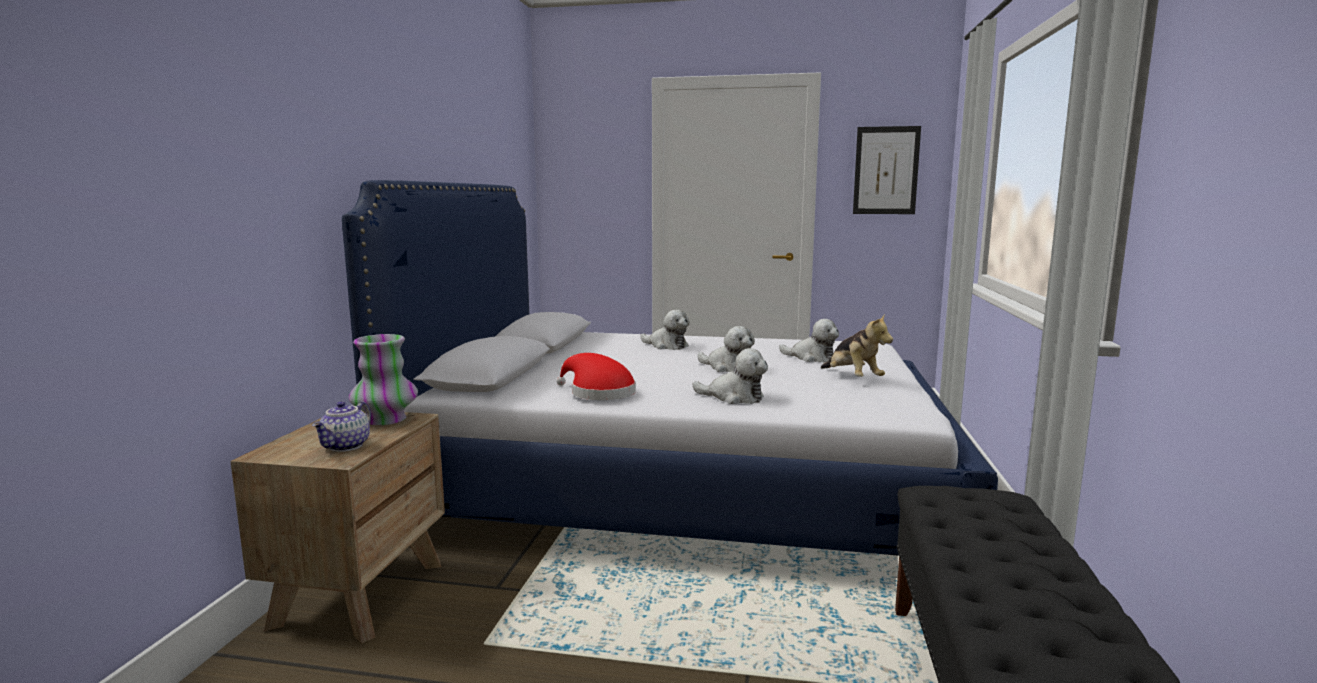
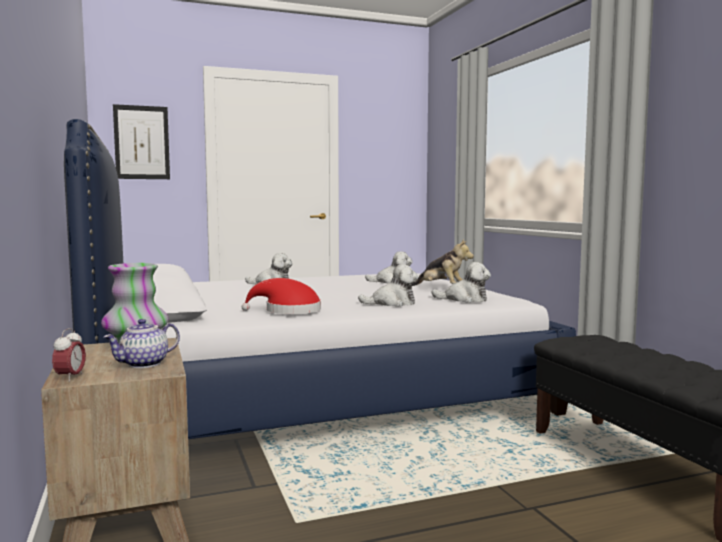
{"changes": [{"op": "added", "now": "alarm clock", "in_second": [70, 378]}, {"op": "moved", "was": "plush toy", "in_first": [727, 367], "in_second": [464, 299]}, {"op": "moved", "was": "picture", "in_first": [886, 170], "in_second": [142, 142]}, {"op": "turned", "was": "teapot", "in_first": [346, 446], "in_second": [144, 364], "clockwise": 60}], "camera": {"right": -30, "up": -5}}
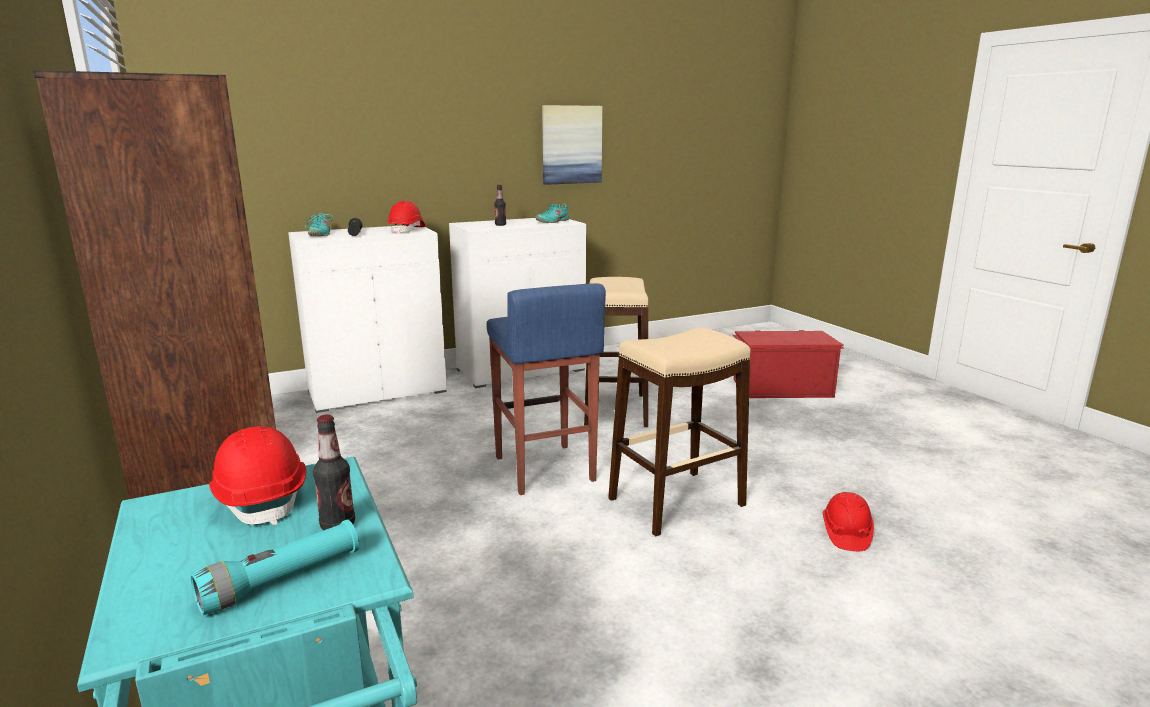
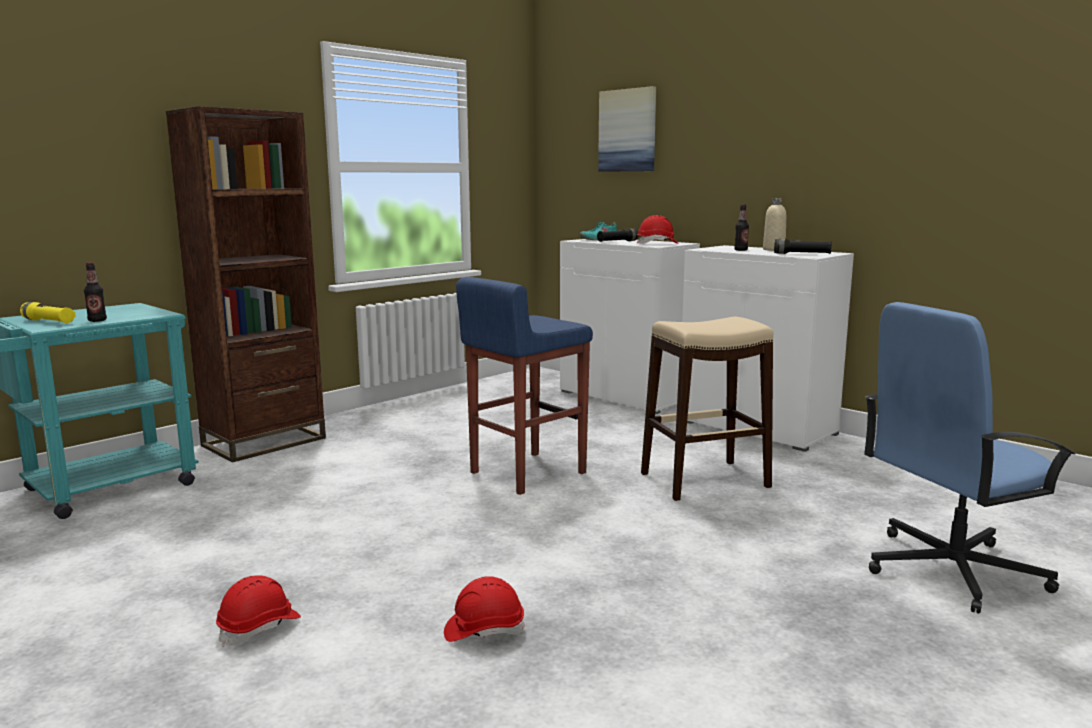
{"changes": [{"op": "removed", "was": "beige stool", "in_first": [676, 501]}, {"op": "added", "now": "beige bottle", "in_second": [773, 249]}, {"op": "moved", "was": "red hard hat", "in_first": [262, 498], "in_second": [260, 627]}, {"op": "moved", "was": "picture", "in_first": [571, 145], "in_second": [628, 130]}, {"op": "replaced", "was": "turquoise shoe", "now": "black flashlight", "in_first": [552, 221], "in_second": [802, 254]}, {"op": "replaced", "was": "red storage box", "now": "blue office chair", "in_first": [781, 387], "in_second": [950, 570]}, {"op": "recoloured", "was": "turquoise flashlight", "now": "yellow flashlight", "in_first": [282, 581], "in_second": [48, 322]}], "camera": {"right": 70, "up": -5}}
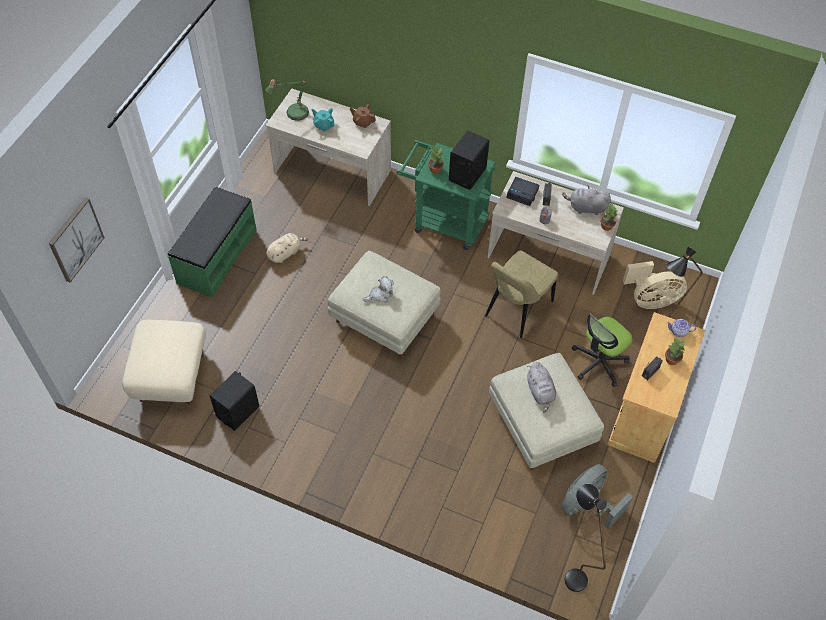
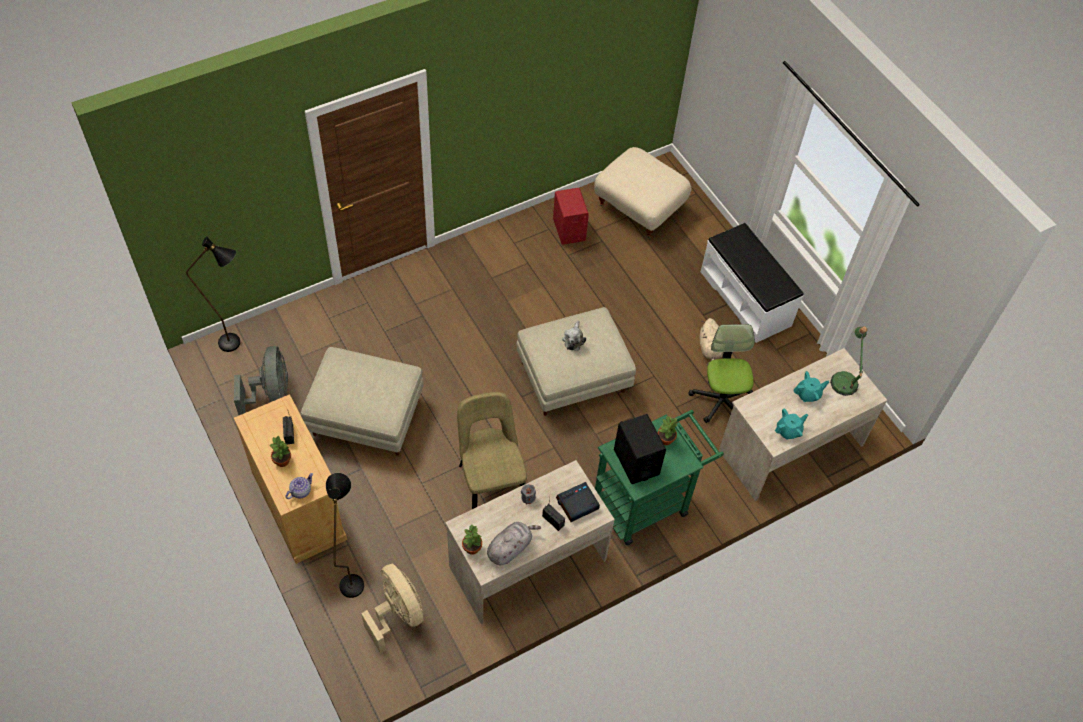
{"changes": [{"op": "removed", "was": "picture", "in_first": [75, 239]}, {"op": "removed", "was": "grey plush toy", "in_first": [540, 392]}, {"op": "moved", "was": "office chair", "in_first": [599, 363], "in_second": [721, 400]}, {"op": "recoloured", "was": "green bench", "now": "white bench", "in_first": [216, 256], "in_second": [746, 298]}, {"op": "recoloured", "was": "black speaker", "now": "red speaker", "in_first": [238, 411], "in_second": [569, 230]}, {"op": "recoloured", "was": "brown teapot", "now": "turquoise teapot", "in_first": [363, 122], "in_second": [788, 431]}, {"op": "turned", "was": "beige fan", "in_first": [650, 300], "in_second": [397, 614], "clockwise": 120}], "camera": {"right": 125, "up": 0}}
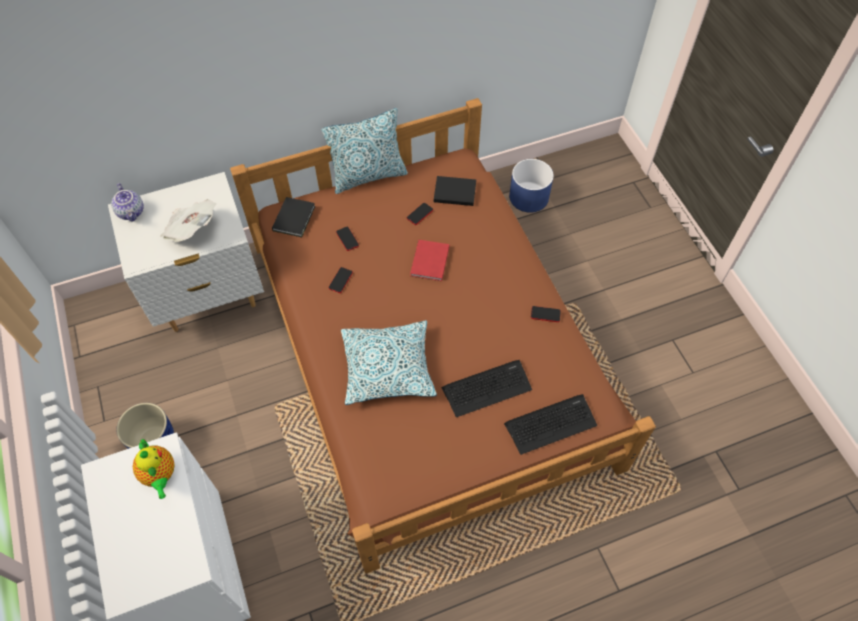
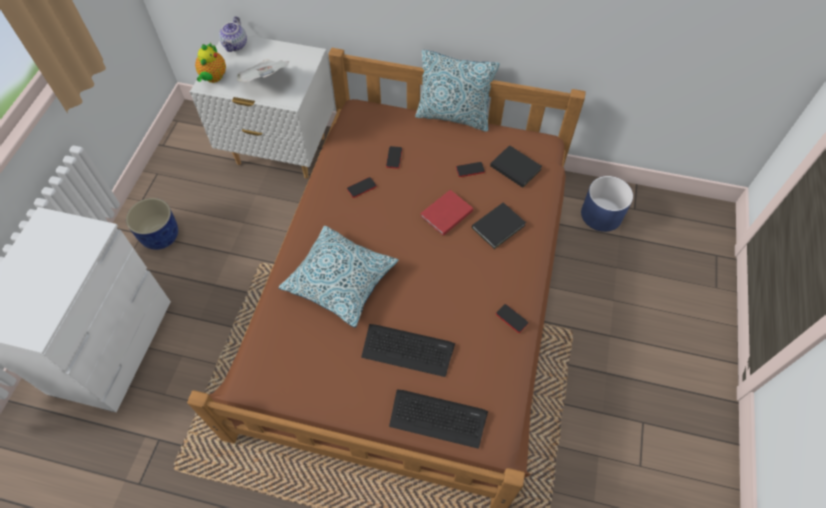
{"changes": [{"op": "moved", "was": "teapot", "in_first": [160, 475], "in_second": [213, 78]}, {"op": "moved", "was": "black book", "in_first": [295, 217], "in_second": [499, 226]}], "camera": {"right": 35, "up": 0}}
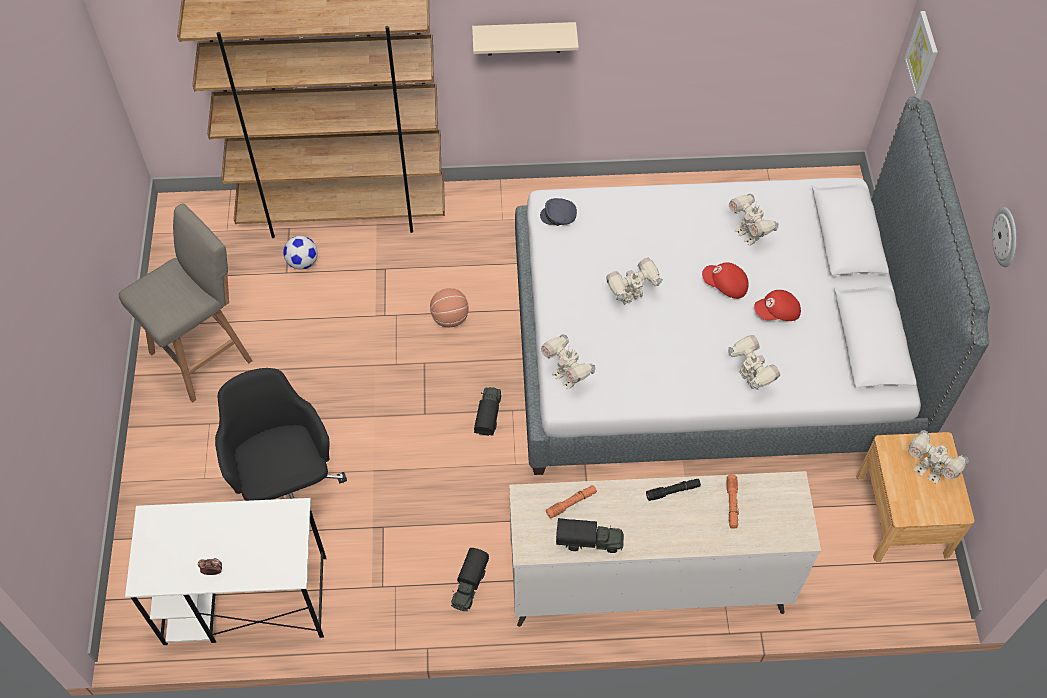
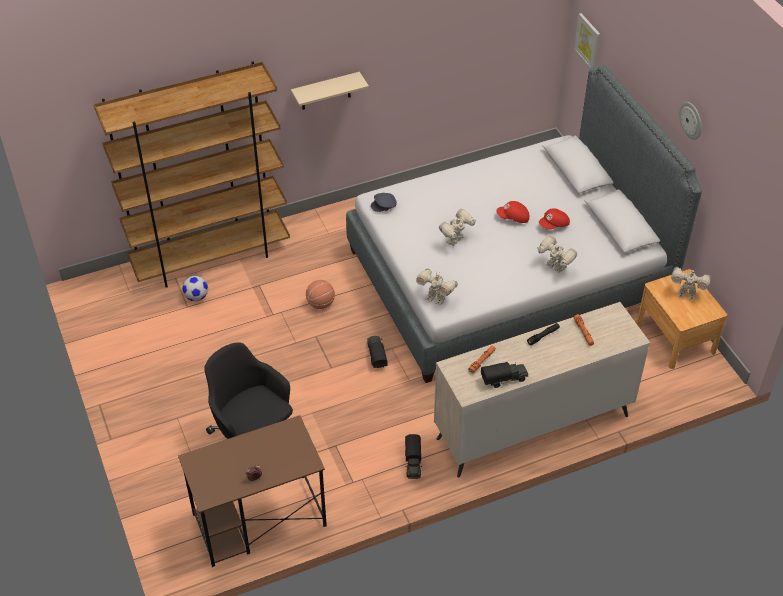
{"changes": [{"op": "removed", "was": "grey stool", "in_first": [204, 354]}, {"op": "removed", "was": "toy robot", "in_first": [748, 234]}, {"op": "recoloured", "was": "white desk", "now": "brown desk", "in_first": [244, 600], "in_second": [258, 521]}], "camera": {"right": -20, "up": -10}}
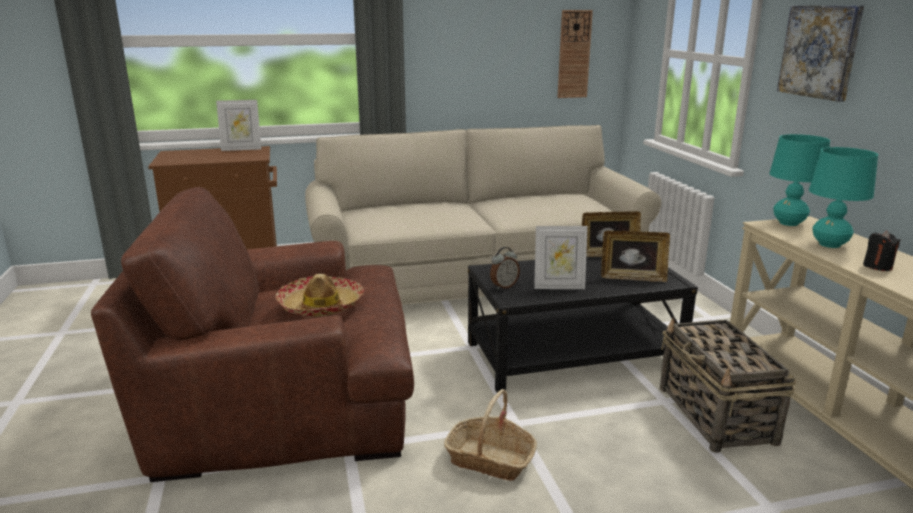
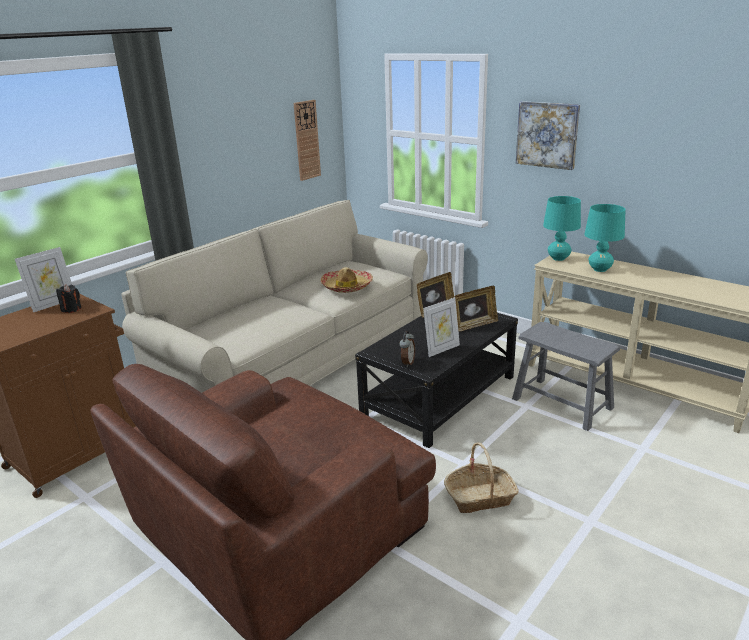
{"changes": [{"op": "moved", "was": "hat", "in_first": [321, 306], "in_second": [347, 287]}, {"op": "moved", "was": "black candle", "in_first": [877, 266], "in_second": [71, 309]}, {"op": "replaced", "was": "basket", "now": "grey stool", "in_first": [716, 415], "in_second": [562, 403]}], "camera": {"right": -35, "up": 5}}
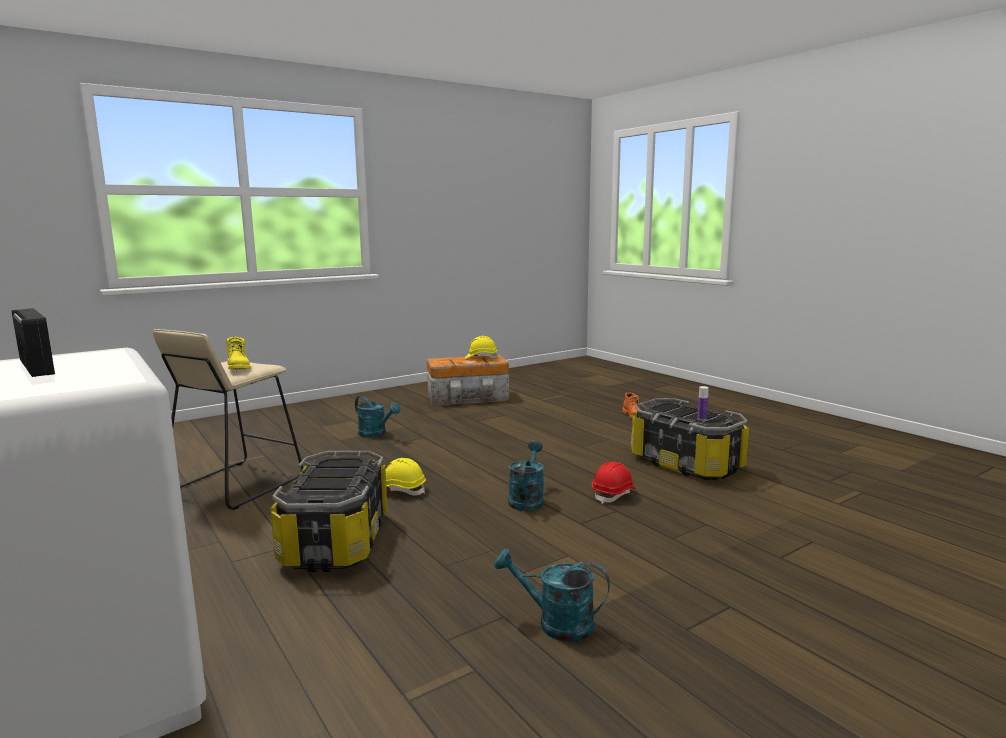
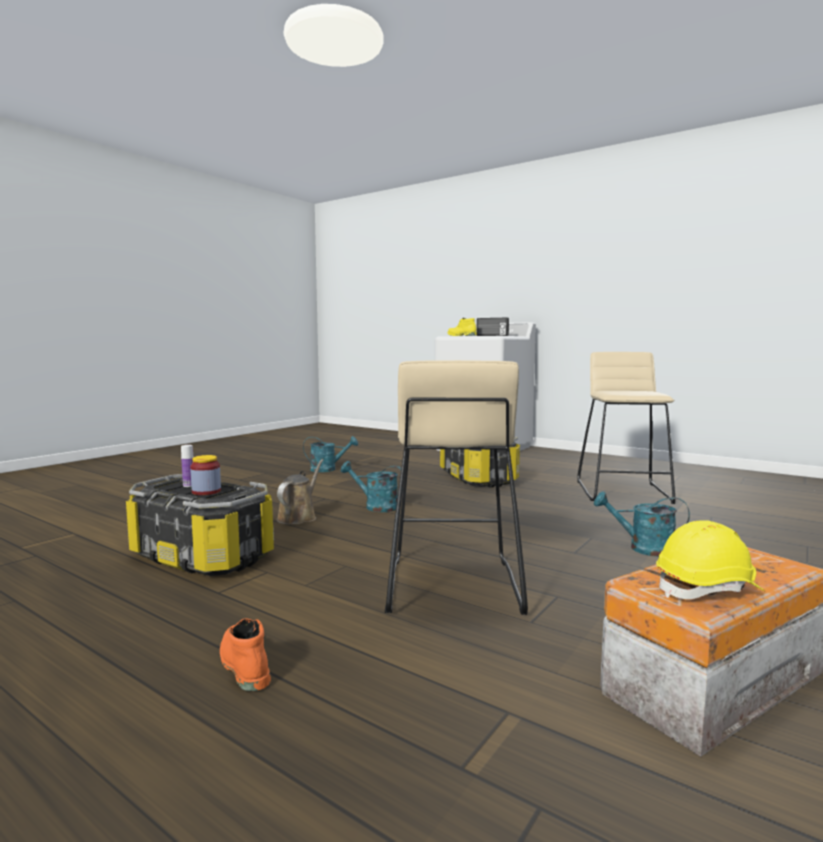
{"changes": [{"op": "removed", "was": "yellow hard hat", "in_first": [402, 490]}, {"op": "added", "now": "jar", "in_second": [206, 491]}, {"op": "added", "now": "beige stool", "in_second": [451, 585]}, {"op": "moved", "was": "yellow boot", "in_first": [239, 367], "in_second": [461, 336]}, {"op": "replaced", "was": "red hard hat", "now": "brown watering can", "in_first": [614, 494], "in_second": [299, 517]}, {"op": "turned", "was": "turquoise watering can", "in_first": [527, 499], "in_second": [376, 506], "clockwise": 120}], "camera": {"right": 160, "up": -5}}
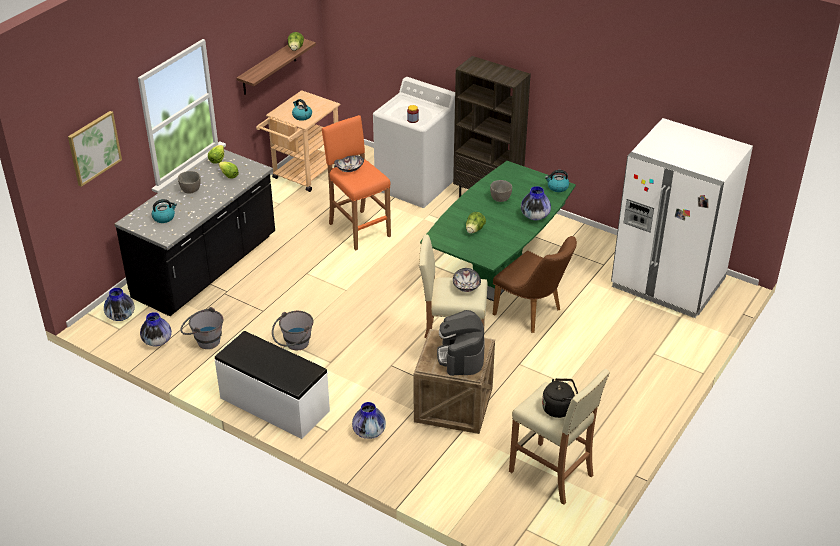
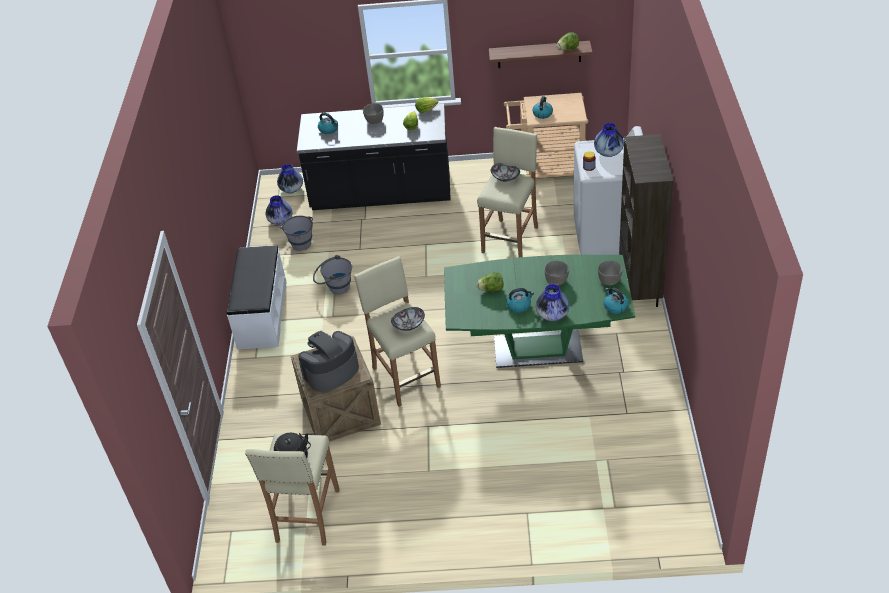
{"changes": [{"op": "removed", "was": "picture", "in_first": [94, 148]}, {"op": "removed", "was": "brown chair", "in_first": [532, 313]}, {"op": "removed", "was": "white fridge", "in_first": [668, 283]}, {"op": "added", "now": "kettle", "in_second": [519, 305]}, {"op": "added", "now": "grey bowl", "in_second": [610, 280]}, {"op": "moved", "was": "vase", "in_first": [369, 432], "in_second": [608, 152]}, {"op": "recoloured", "was": "orange stool", "now": "beige stool", "in_first": [359, 229], "in_second": [511, 239]}], "camera": {"right": 60, "up": 5}}
